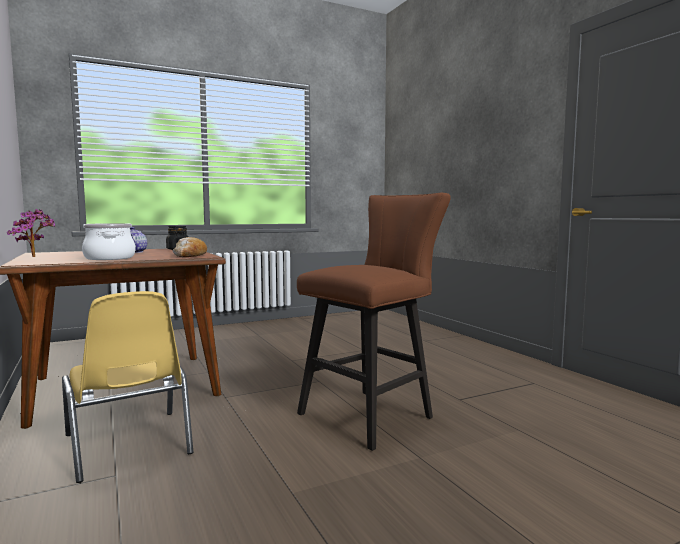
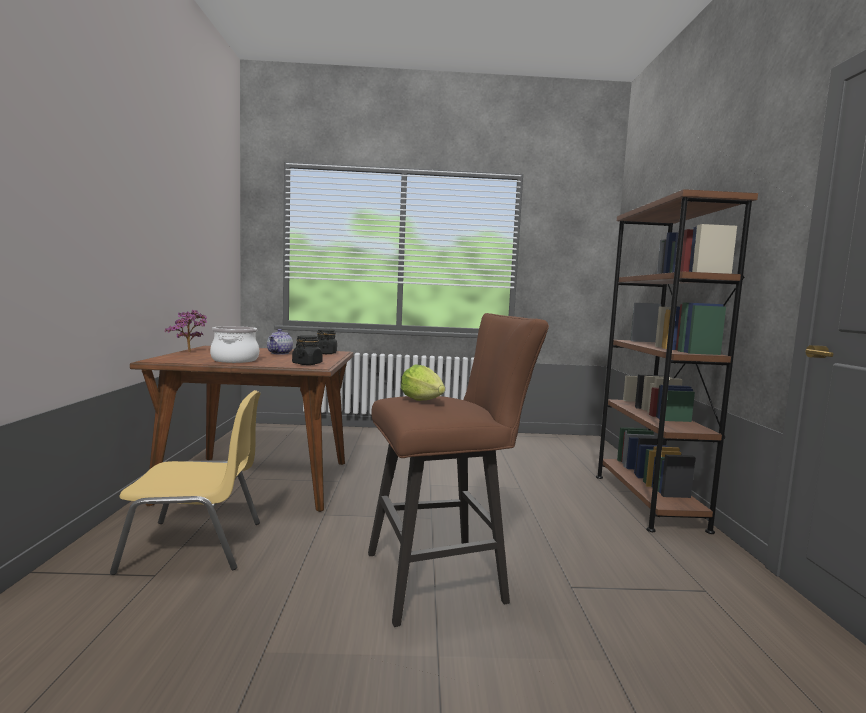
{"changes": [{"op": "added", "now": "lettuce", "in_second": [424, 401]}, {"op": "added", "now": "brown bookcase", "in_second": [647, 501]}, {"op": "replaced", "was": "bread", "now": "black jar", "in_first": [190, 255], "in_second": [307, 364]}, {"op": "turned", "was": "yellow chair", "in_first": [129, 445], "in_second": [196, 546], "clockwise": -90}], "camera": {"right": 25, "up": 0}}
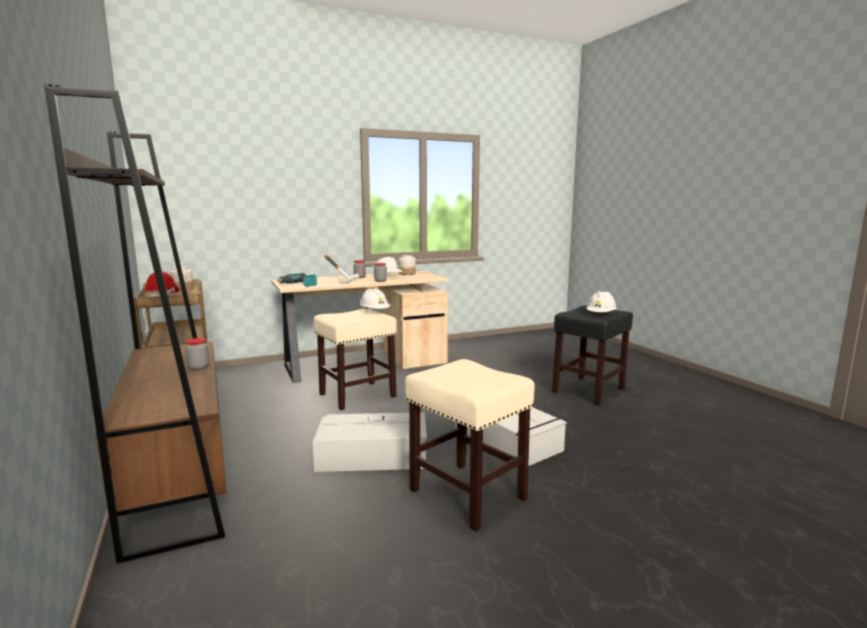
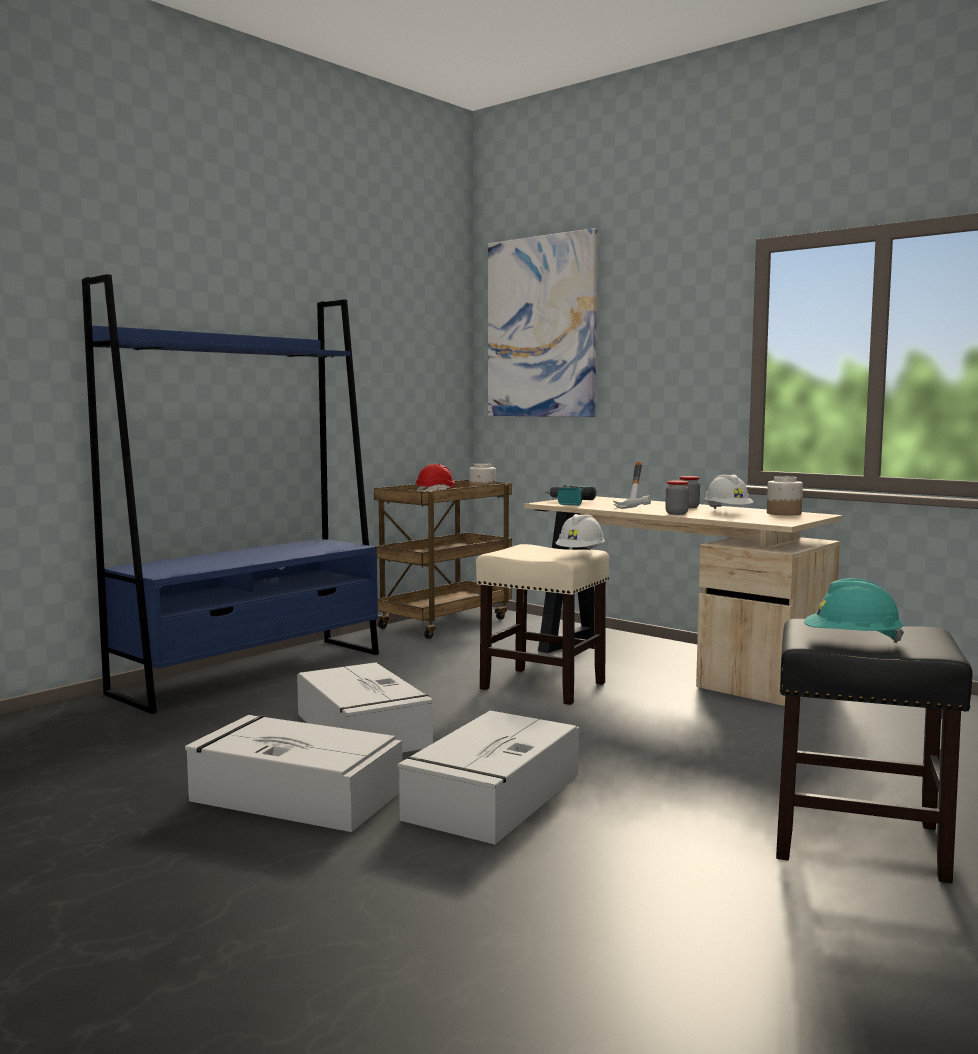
{"changes": [{"op": "removed", "was": "jar", "in_first": [198, 367]}, {"op": "added", "now": "picture", "in_second": [541, 327]}, {"op": "replaced", "was": "beige stool", "now": "grey storage box", "in_first": [466, 493], "in_second": [294, 795]}, {"op": "recoloured", "was": "brown bookcase", "now": "blue bookcase", "in_first": [179, 476], "in_second": [252, 672]}, {"op": "recoloured", "was": "white hard hat", "now": "turquoise hard hat", "in_first": [600, 315], "in_second": [852, 642]}], "camera": {"right": 65, "up": -5}}
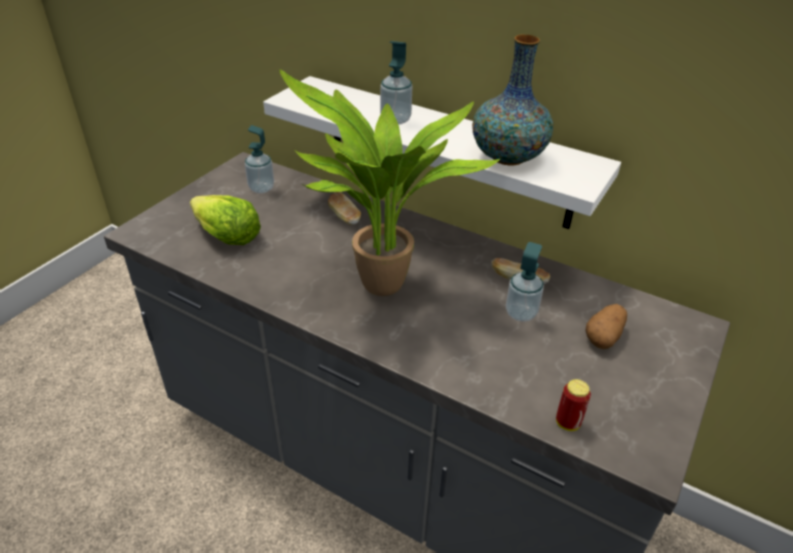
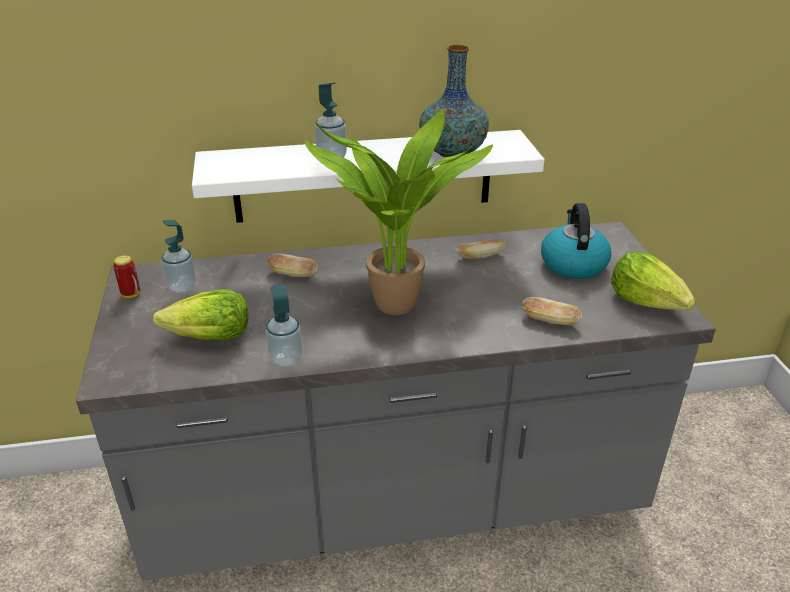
{"changes": [{"op": "added", "now": "bread", "in_second": [550, 321]}, {"op": "added", "now": "lettuce", "in_second": [647, 301]}, {"op": "moved", "was": "soap dispenser", "in_first": [520, 313], "in_second": [286, 358]}, {"op": "moved", "was": "can", "in_first": [567, 423], "in_second": [131, 294]}, {"op": "replaced", "was": "potato", "now": "kettle", "in_first": [604, 337], "in_second": [572, 264]}], "camera": {"right": -40, "up": -5}}
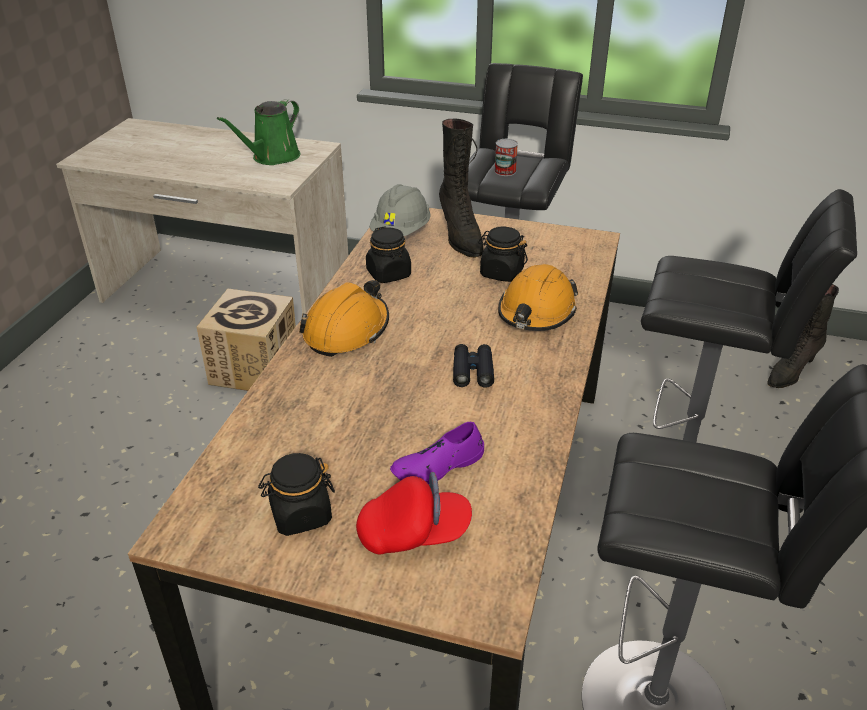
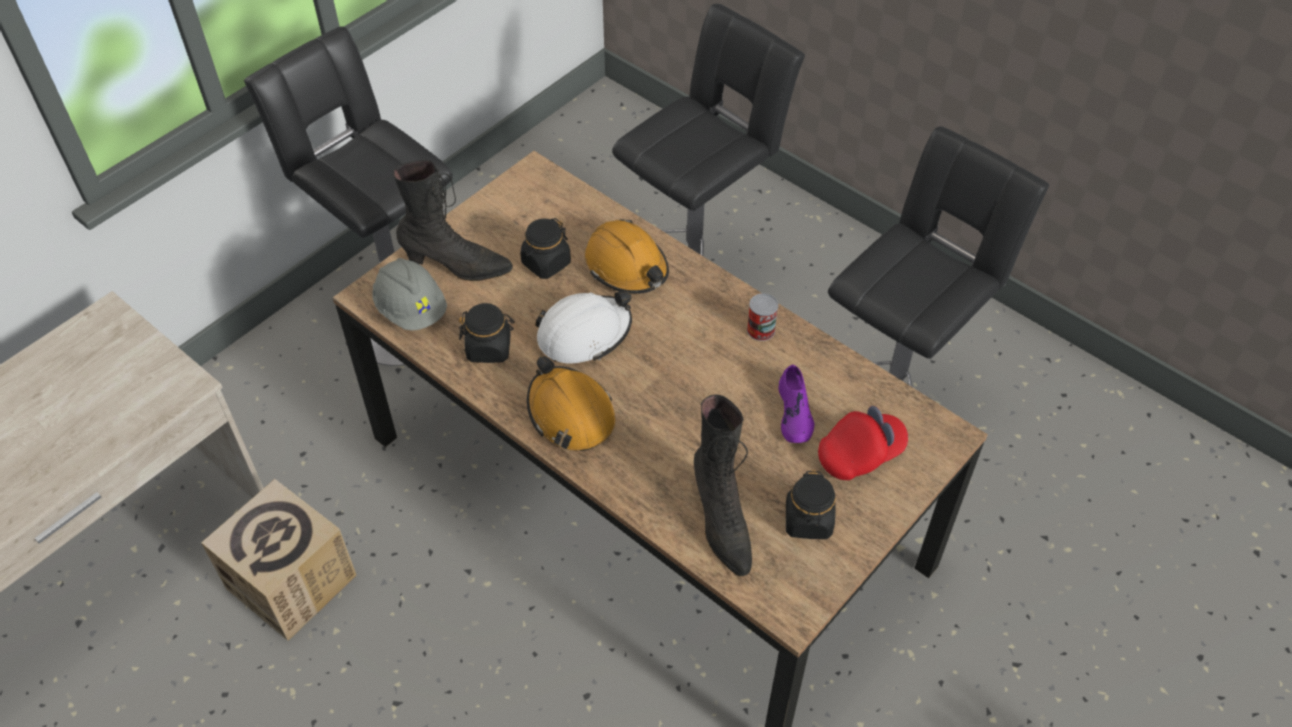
{"changes": [{"op": "removed", "was": "green watering can", "in_first": [272, 157]}, {"op": "removed", "was": "black binoculars", "in_first": [473, 371]}, {"op": "added", "now": "white hard hat", "in_second": [584, 334]}, {"op": "moved", "was": "can", "in_first": [505, 171], "in_second": [761, 330]}, {"op": "moved", "was": "black boot", "in_first": [791, 372], "in_second": [721, 522]}, {"op": "turned", "was": "red cap", "in_first": [414, 533], "in_second": [860, 454], "clockwise": 45}], "camera": {"right": -65, "up": 15}}
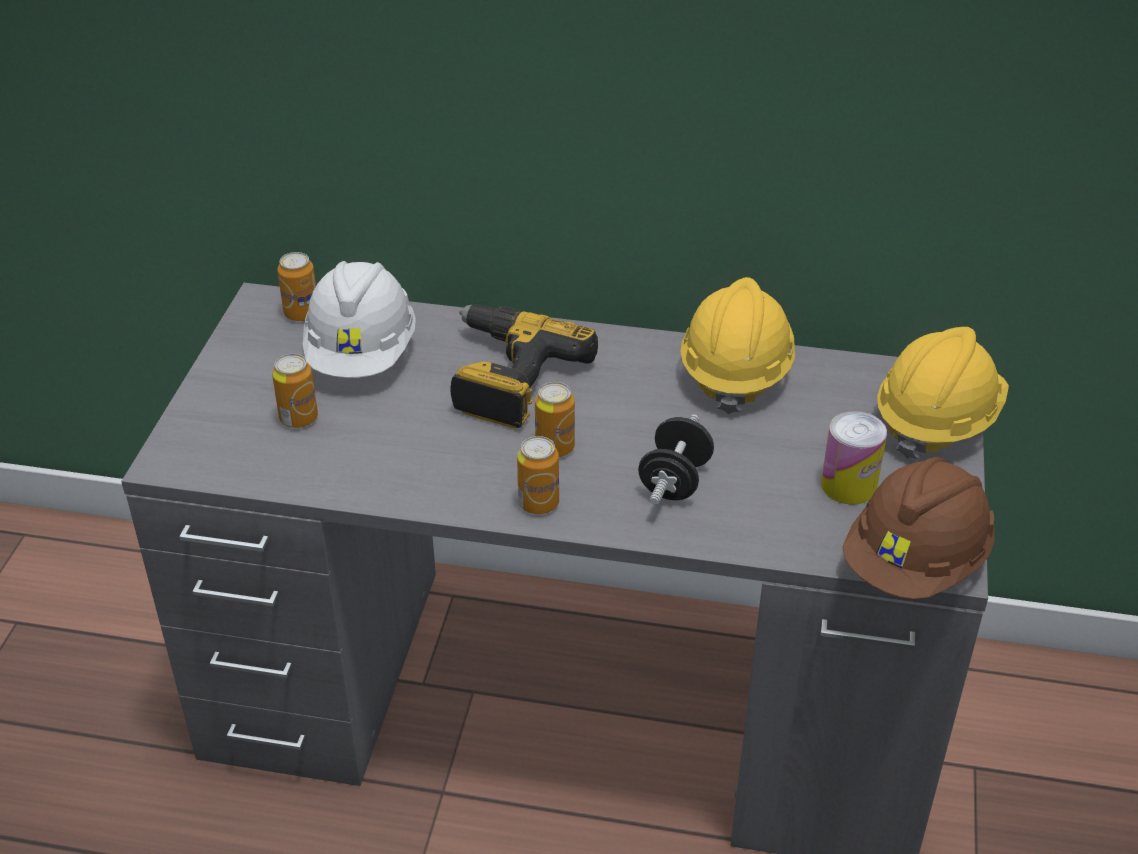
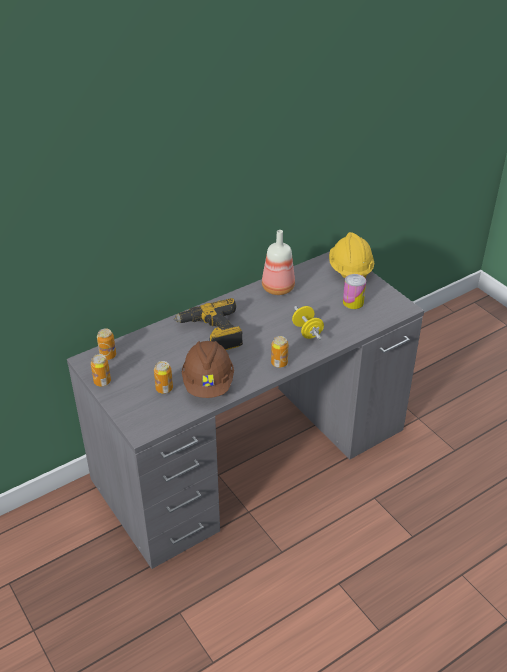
{"changes": [{"op": "removed", "was": "white hard hat", "in_first": [362, 354]}, {"op": "moved", "was": "can", "in_first": [555, 447], "in_second": [102, 381]}, {"op": "moved", "was": "brown hard hat", "in_first": [915, 563], "in_second": [208, 383]}, {"op": "replaced", "was": "yellow hard hat", "now": "bottle", "in_first": [735, 372], "in_second": [277, 289]}, {"op": "recoloured", "was": "black dumbbell", "now": "yellow dumbbell", "in_first": [675, 481], "in_second": [307, 331]}], "camera": {"right": -45, "up": 0}}
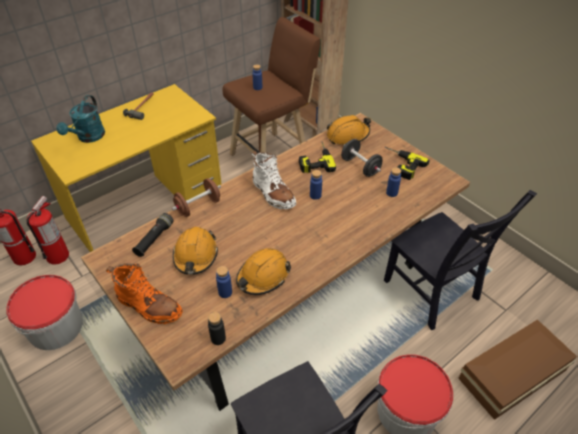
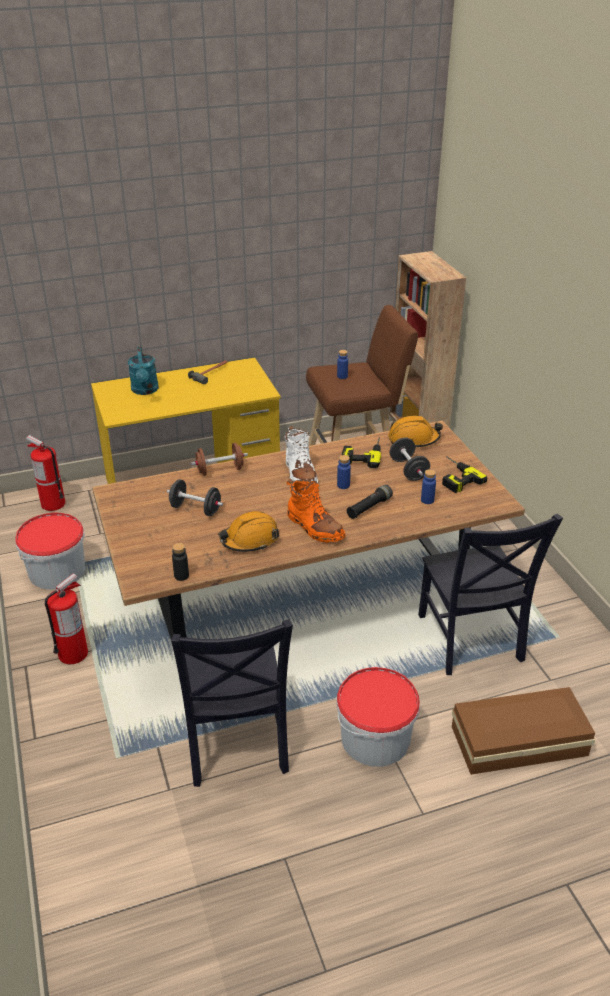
{"changes": [{"op": "removed", "was": "blue bottle", "in_first": [225, 292]}, {"op": "moved", "was": "fire extinguisher", "in_first": [58, 255], "in_second": [73, 653]}, {"op": "moved", "was": "orange boot", "in_first": [148, 306], "in_second": [314, 527]}, {"op": "moved", "was": "black flashlight", "in_first": [154, 239], "in_second": [369, 507]}, {"op": "replaced", "was": "orange hard hat", "now": "black dumbbell", "in_first": [195, 256], "in_second": [195, 509]}, {"op": "turned", "was": "turquoise watering can", "in_first": [88, 137], "in_second": [145, 390], "clockwise": -45}], "camera": {"right": 20, "up": -10}}
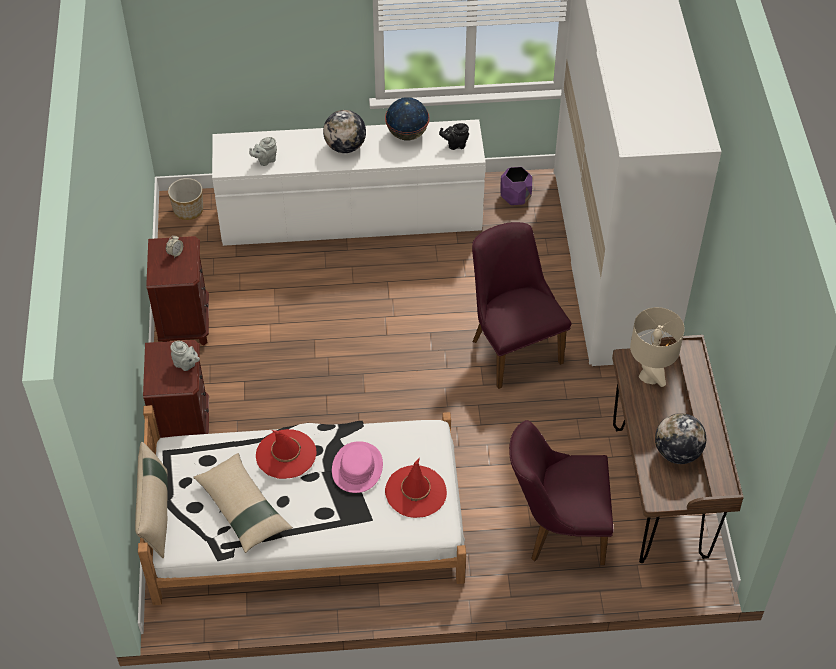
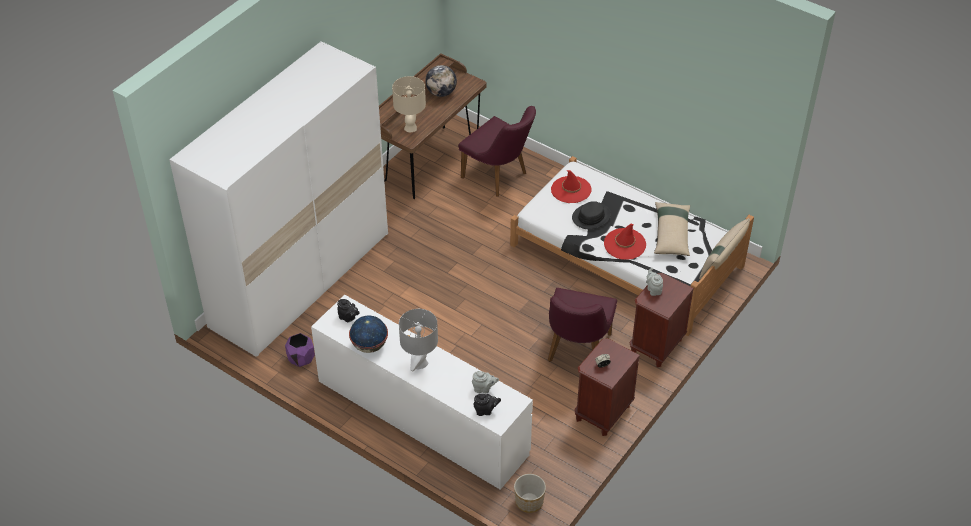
{"changes": [{"op": "added", "now": "black teapot", "in_second": [485, 411]}, {"op": "moved", "was": "purple chair", "in_first": [512, 346], "in_second": [576, 352]}, {"op": "replaced", "was": "globe", "now": "grey table lamp", "in_first": [345, 147], "in_second": [420, 363]}, {"op": "recoloured", "was": "pink hat", "now": "black hat", "in_first": [357, 468], "in_second": [591, 216]}], "camera": {"right": -140, "up": -5}}
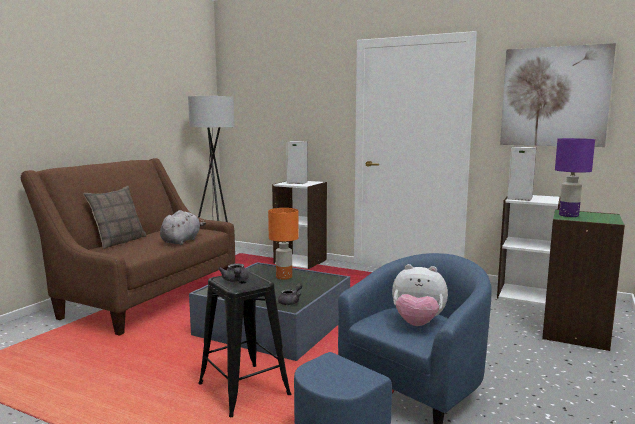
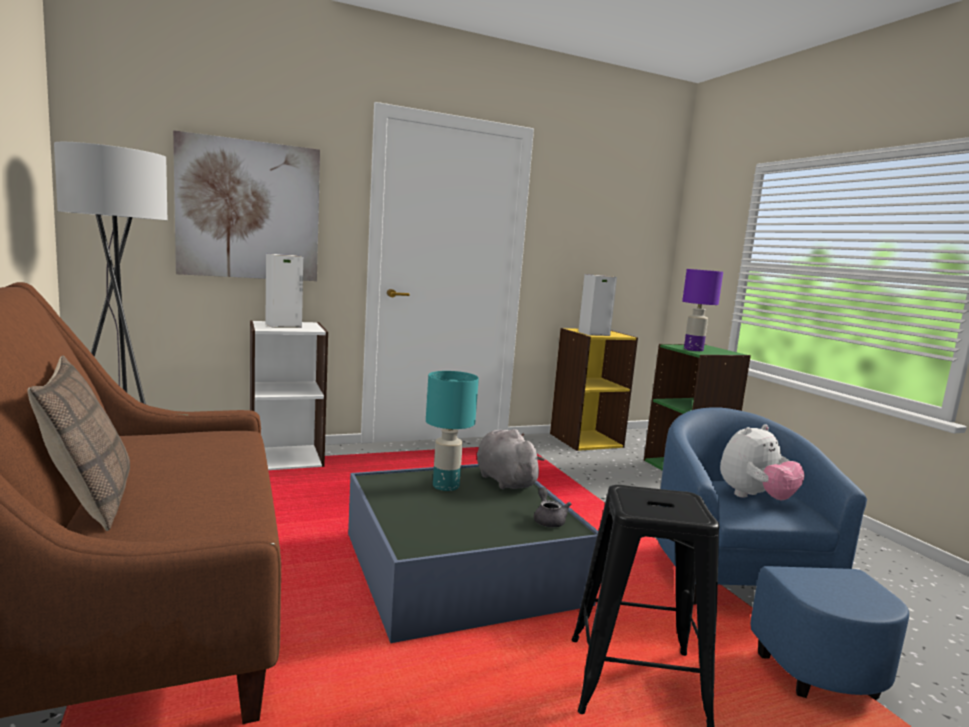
{"changes": [{"op": "removed", "was": "grey teapot", "in_first": [235, 281]}, {"op": "moved", "was": "grey plush toy", "in_first": [181, 241], "in_second": [504, 480]}, {"op": "moved", "was": "picture", "in_first": [554, 97], "in_second": [249, 210]}, {"op": "recoloured", "was": "orange table lamp", "now": "turquoise table lamp", "in_first": [283, 277], "in_second": [445, 486]}, {"op": "recoloured", "was": "white bookcase", "now": "yellow bookcase", "in_first": [525, 294], "in_second": [585, 440]}], "camera": {"right": -50, "up": 0}}
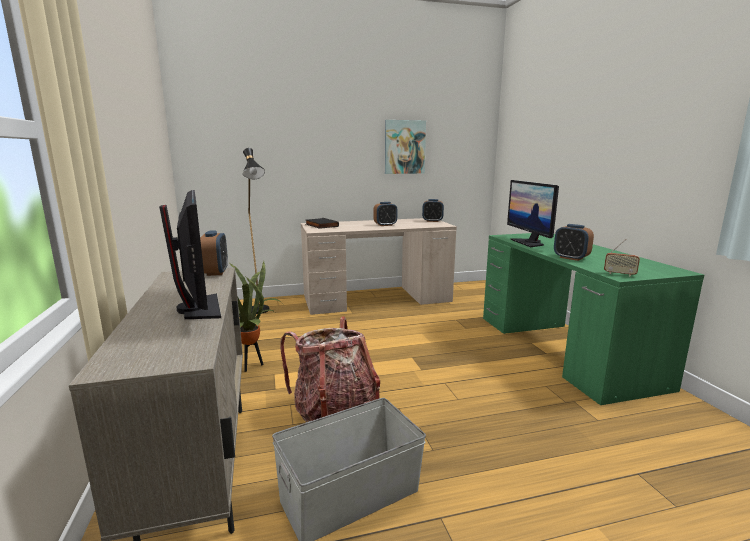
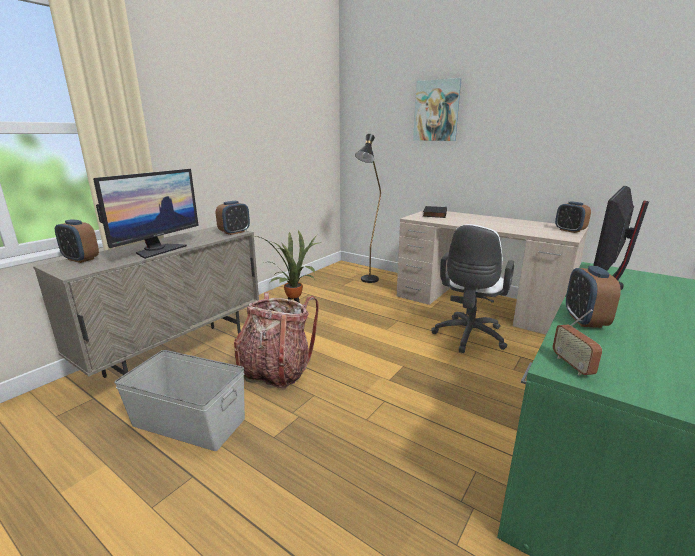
{"changes": [{"op": "added", "now": "white office chair", "in_second": [468, 337]}, {"op": "moved", "was": "alarm clock", "in_first": [385, 225], "in_second": [81, 259]}, {"op": "moved", "was": "picture", "in_first": [404, 147], "in_second": [437, 111]}], "camera": {"right": 50, "up": 5}}
